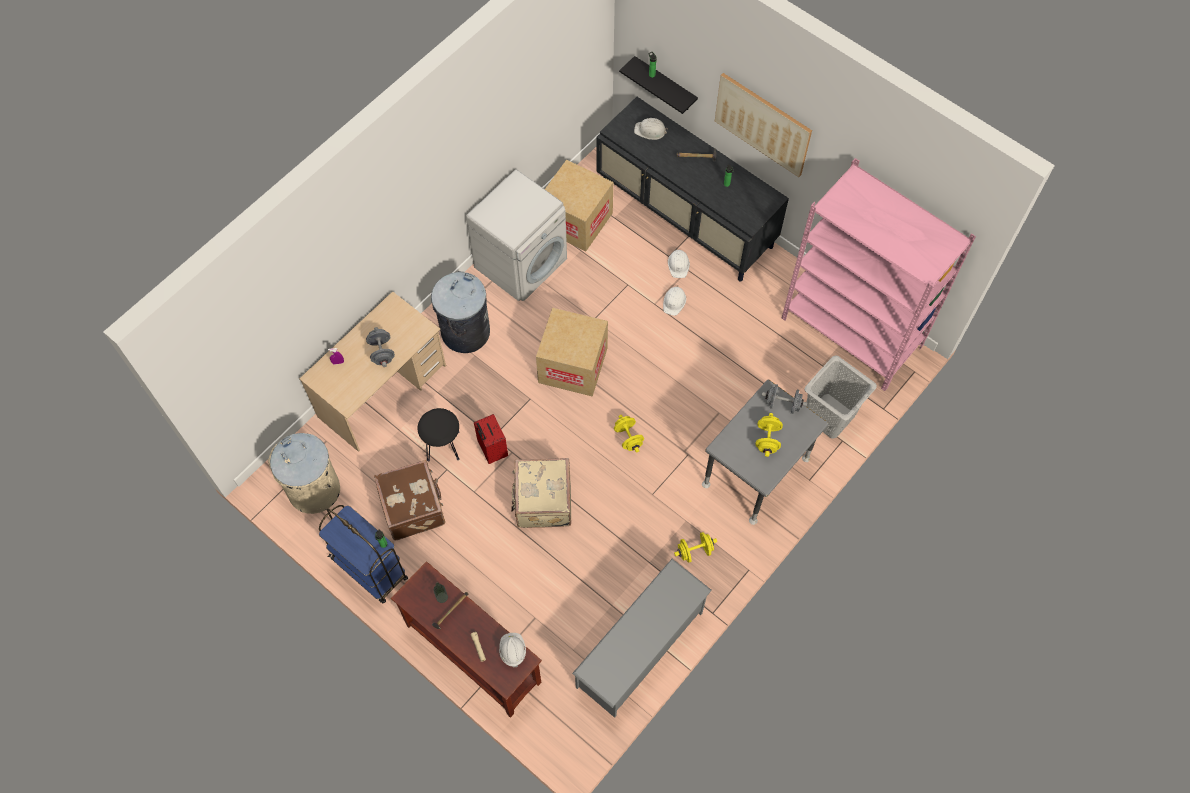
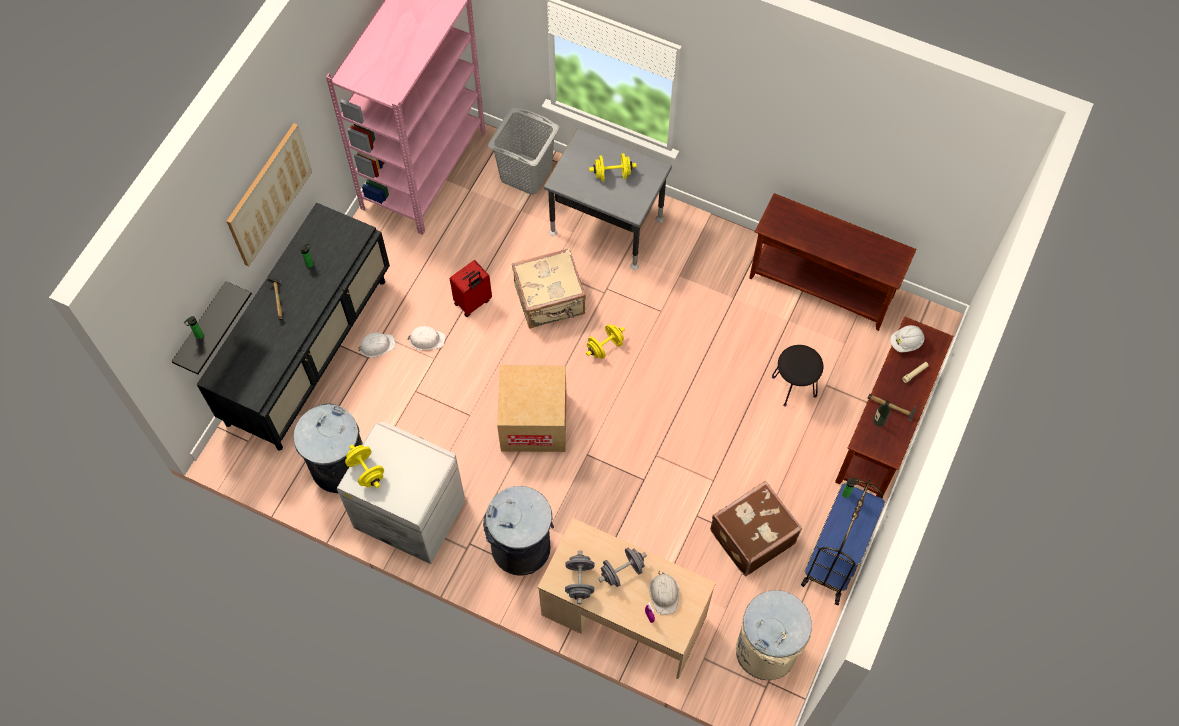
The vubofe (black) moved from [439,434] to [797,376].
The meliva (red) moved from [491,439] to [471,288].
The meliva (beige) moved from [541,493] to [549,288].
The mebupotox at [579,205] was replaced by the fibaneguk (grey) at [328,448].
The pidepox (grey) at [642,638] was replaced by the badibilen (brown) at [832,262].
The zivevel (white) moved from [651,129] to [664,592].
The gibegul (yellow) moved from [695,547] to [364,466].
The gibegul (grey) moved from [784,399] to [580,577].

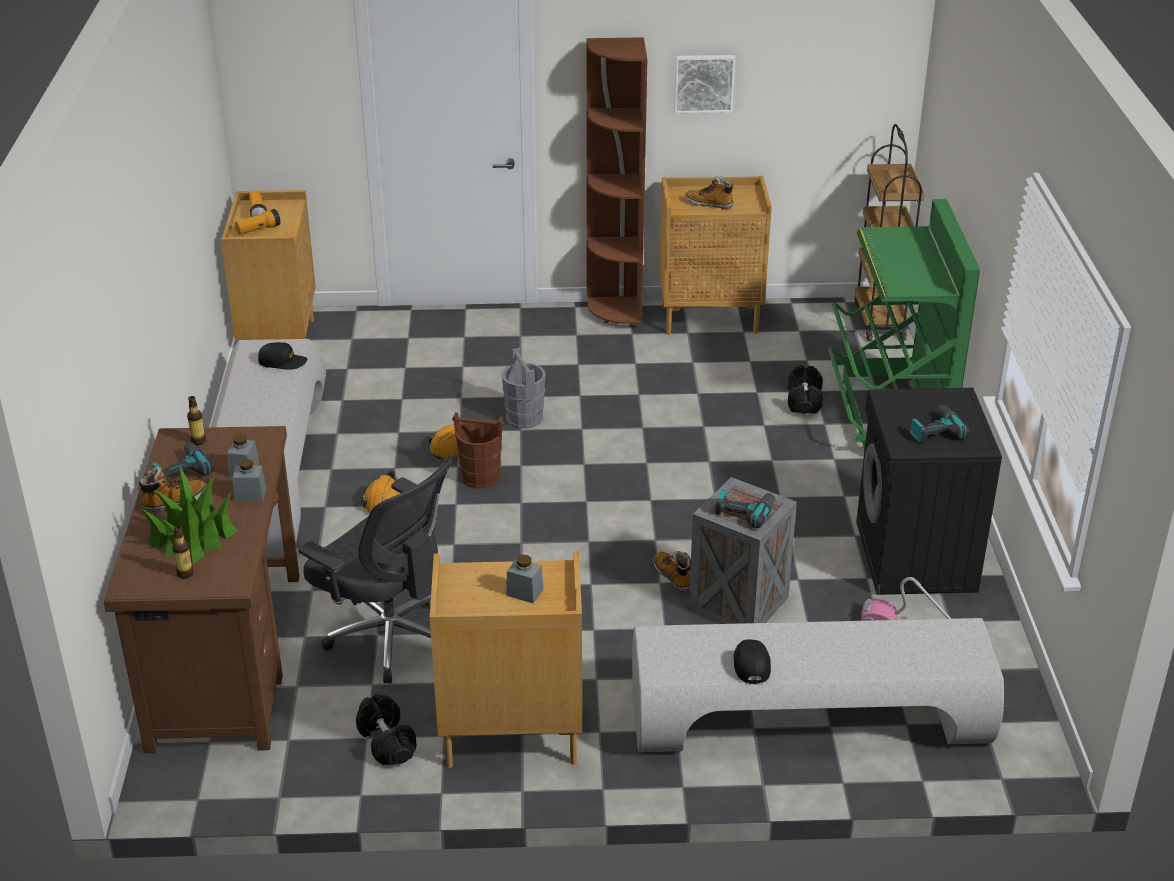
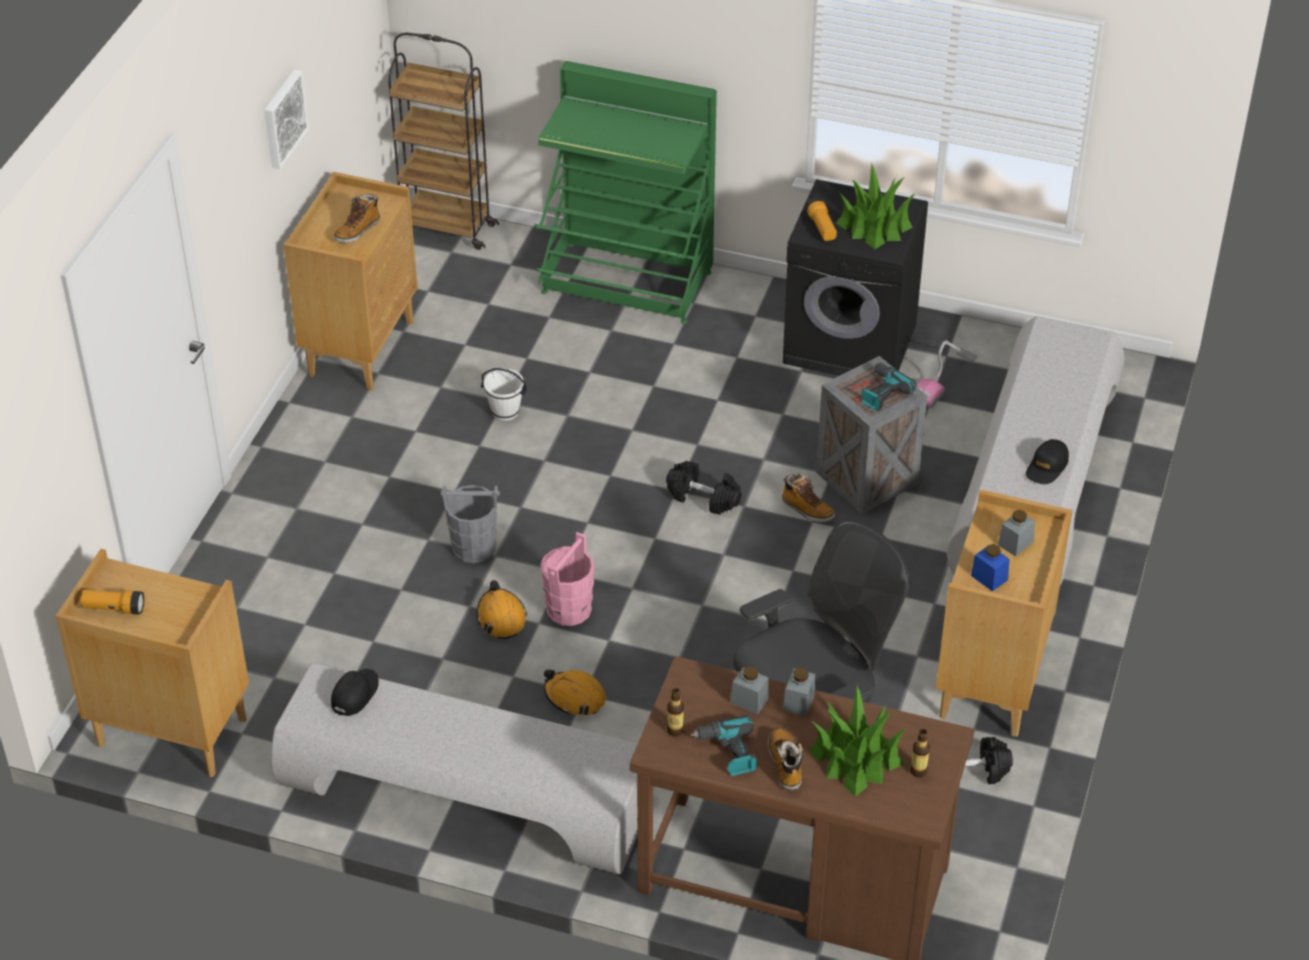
The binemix moved from [258,221] to [821,219].
The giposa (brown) at [478,450] became the giposa (pink) at [567,579].
The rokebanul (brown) at [617,182] disappeared.
The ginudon at [672,571] turned 135 degrees counterclockwise.
The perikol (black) at [752,661] turned 75 degrees counterclockwise.
The gibegul (black) moved from [805,389] to [704,488].
The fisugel at [939,424] was replaced by the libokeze at [875,205].
The giposa (white) at [504,394] appeared.
The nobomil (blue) at [990,567] appeared.

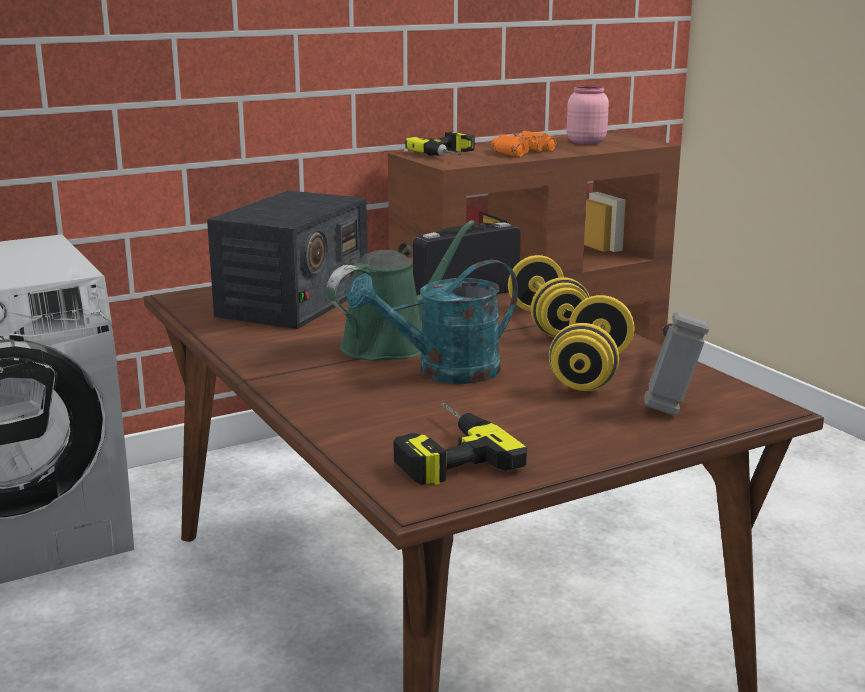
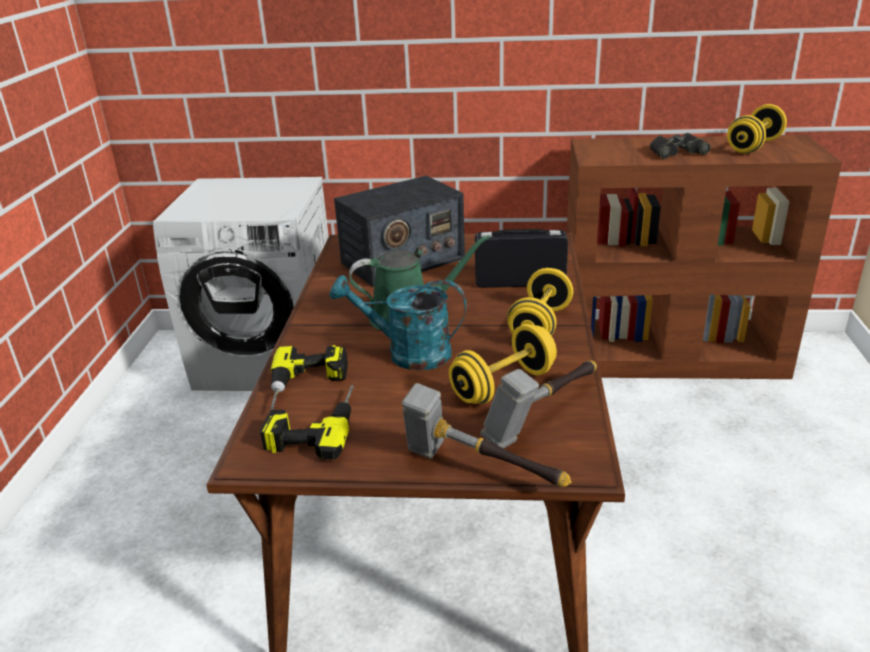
The fisugel moved from [440,144] to [309,377].
The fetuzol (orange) at [523,144] became the fetuzol (black) at [680,146].
The nobomil (pink) at [588,115] was replaced by the gibegul (yellow) at [757,129].
The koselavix at [486,435] appeared.

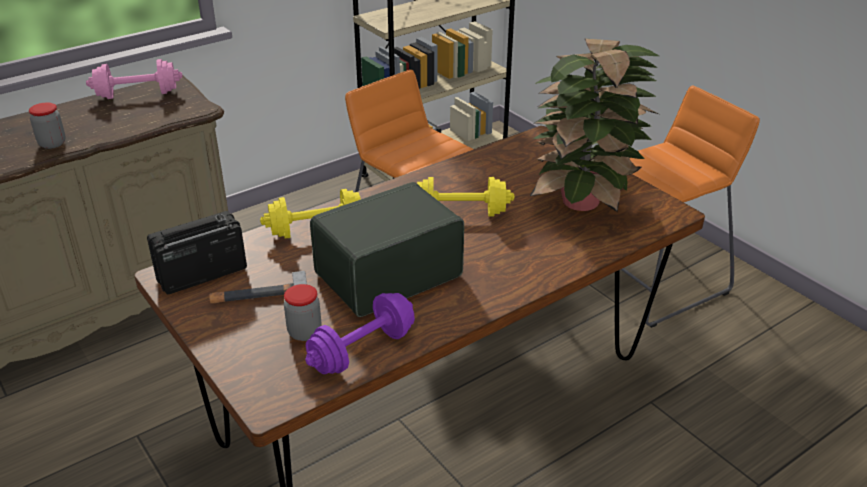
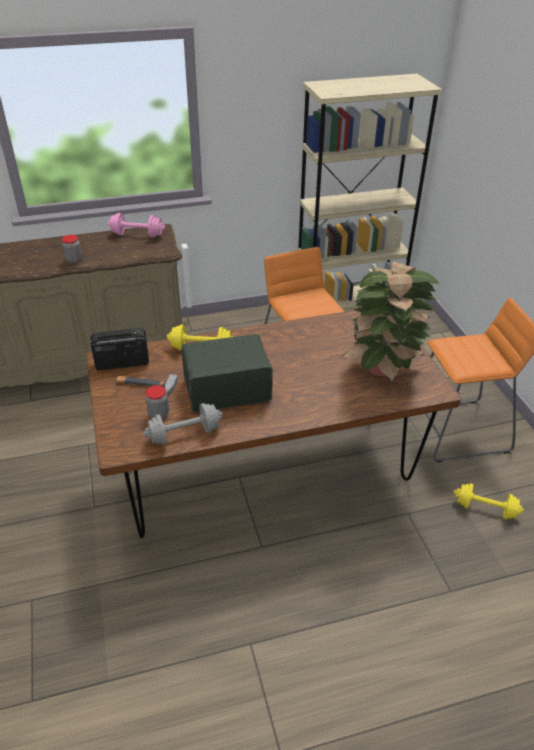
The gibegul (purple) at [360,333] became the gibegul (grey) at [183,424].
The gibegul (yellow) moved from [466,197] to [489,501].

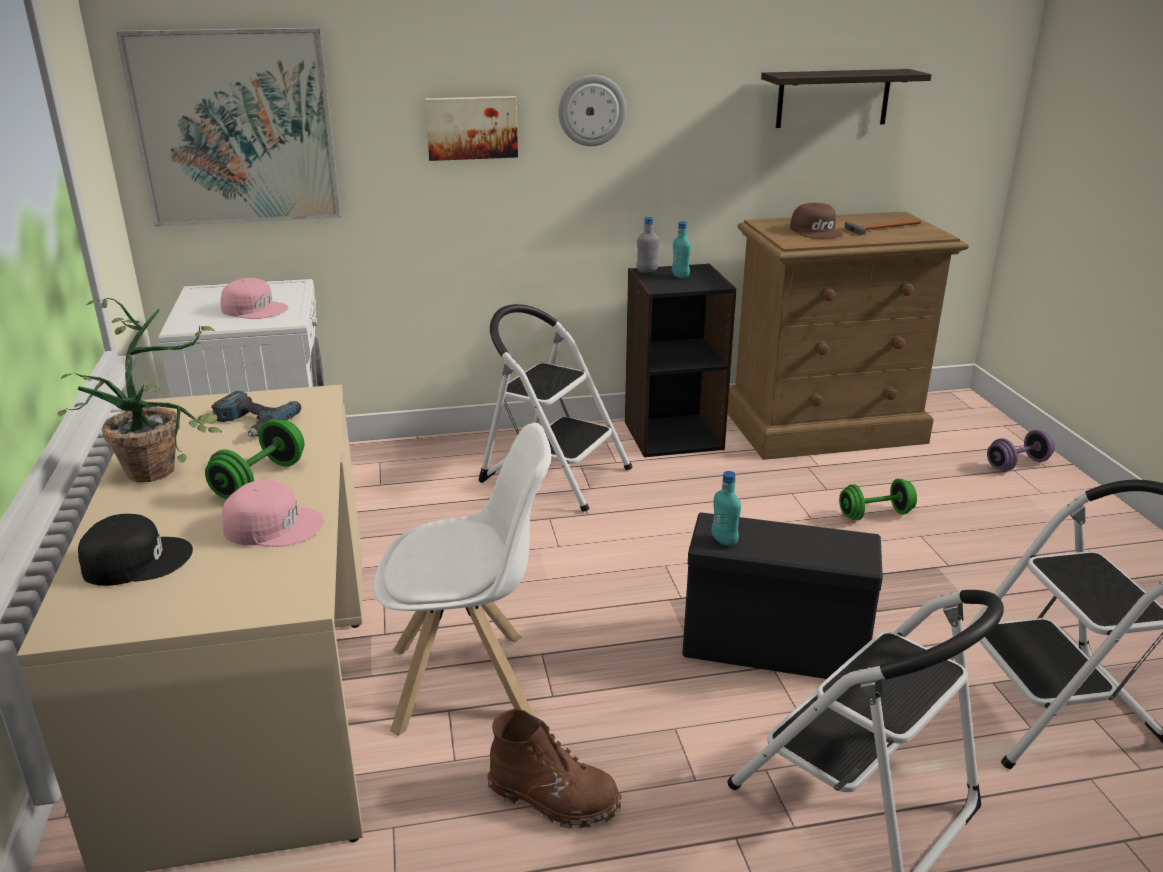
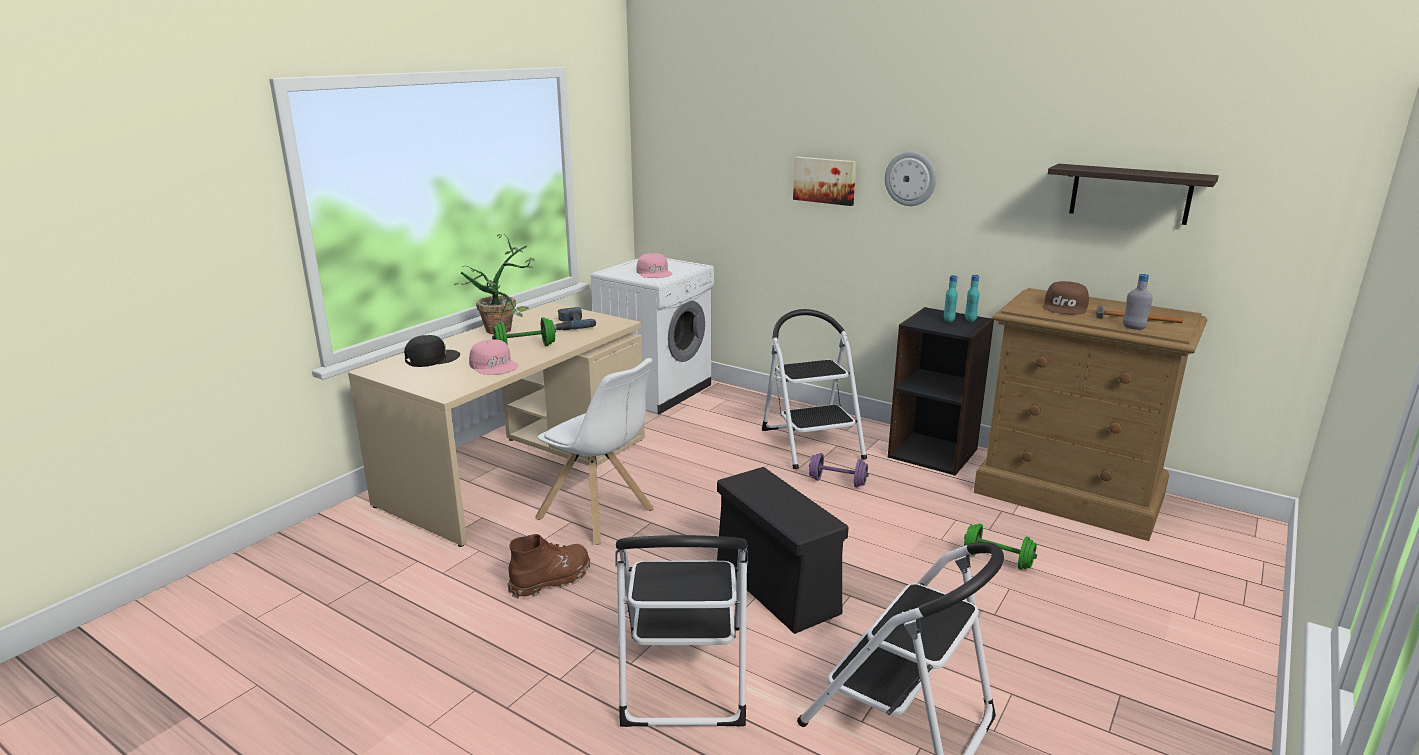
The perikol (black) at [135,550] turned 60 degrees counterclockwise.
The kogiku at [228,127] disappeared.
The ginudon (brown) at [554,769] turned 105 degrees counterclockwise.
The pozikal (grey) moved from [647,245] to [1138,302].
The pozikal (turquoise) moved from [726,508] to [972,298].
The gibegul (purple) moved from [1021,450] to [839,470].

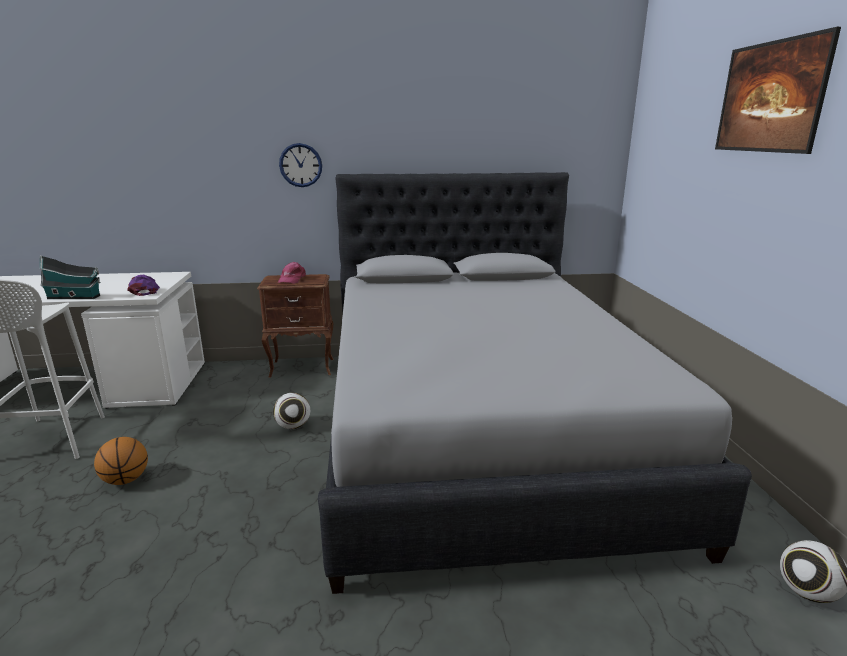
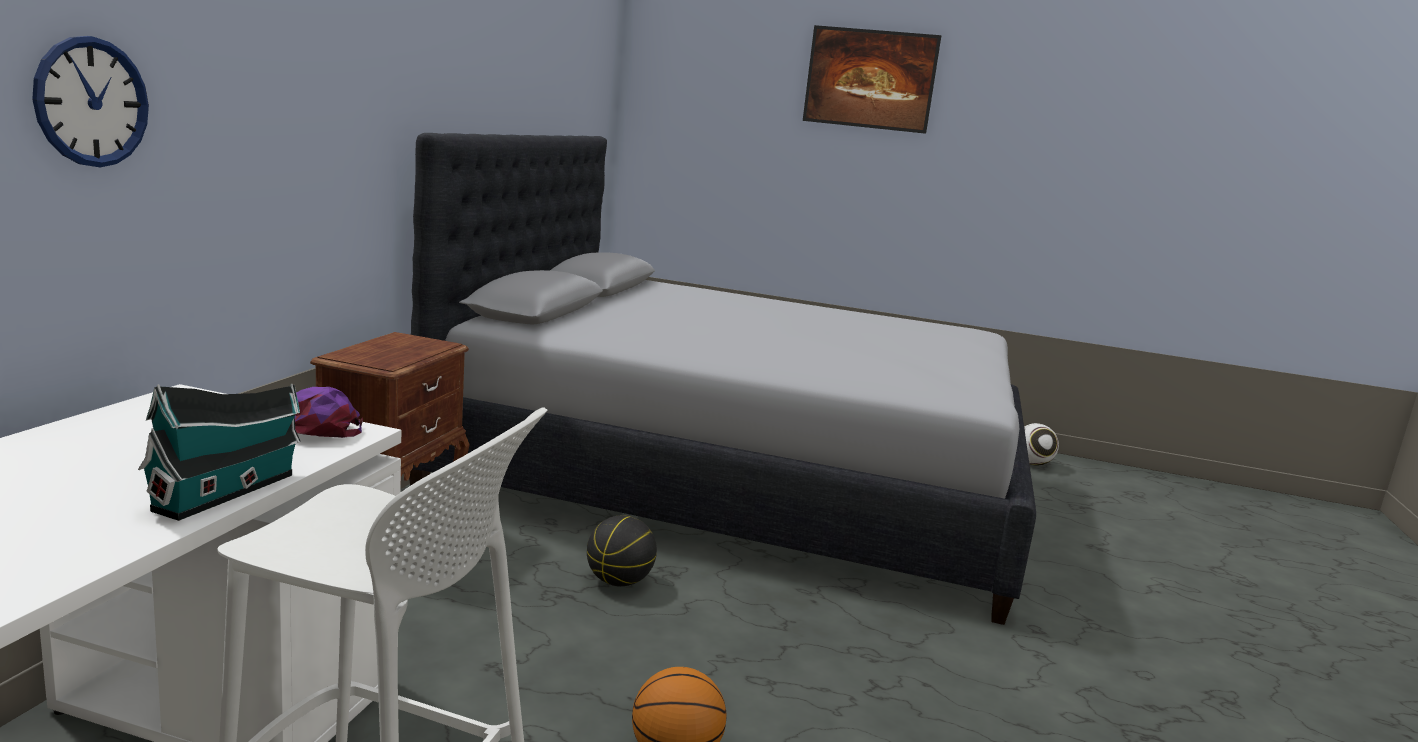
The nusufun at [291,411] was replaced by the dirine at [622,550].
The perikol (pink) at [292,273] disappeared.
The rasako moved from [300,165] to [90,102].

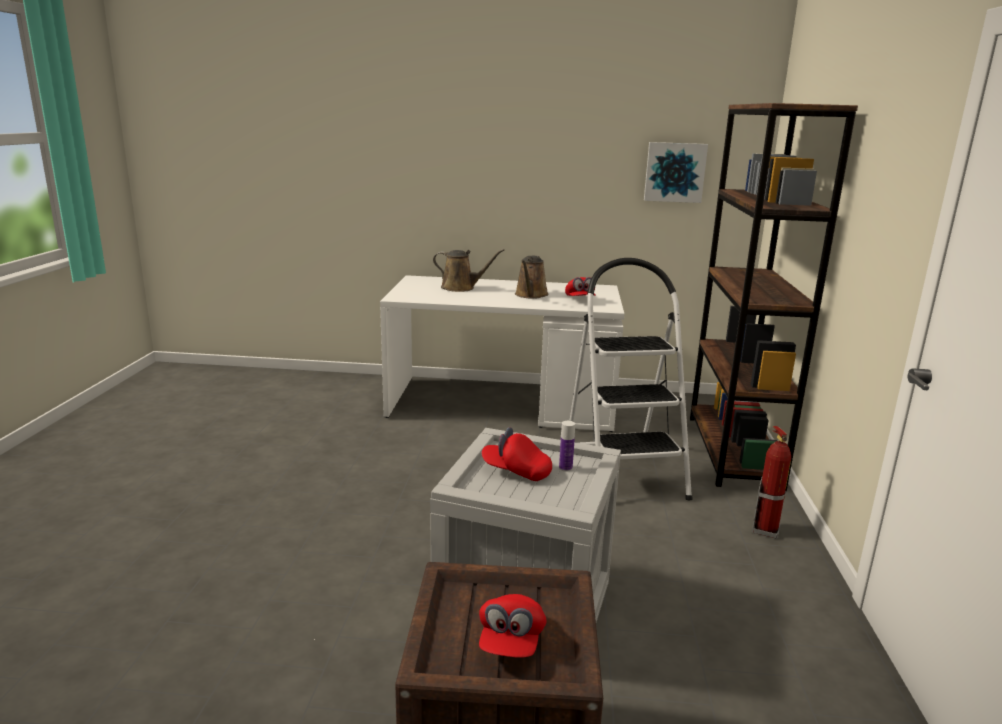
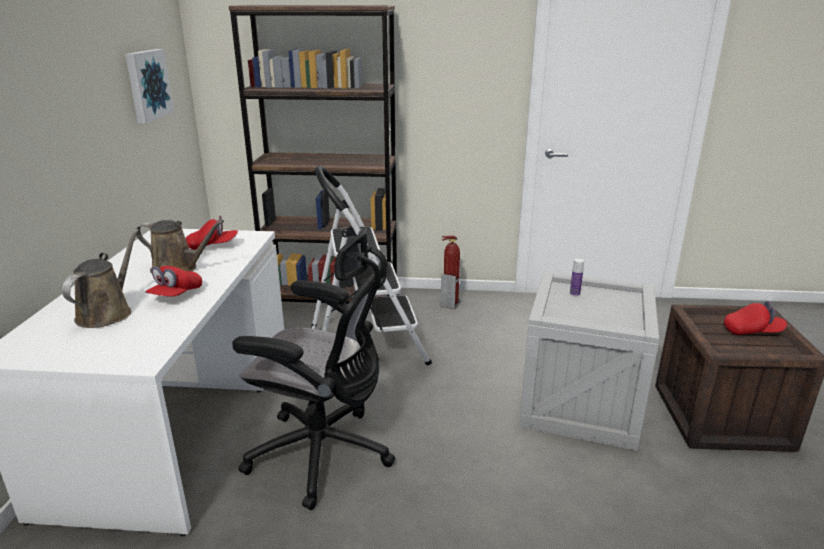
The perikol (red) moved from [517,454] to [173,281].
The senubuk at [313,368] appeared.

